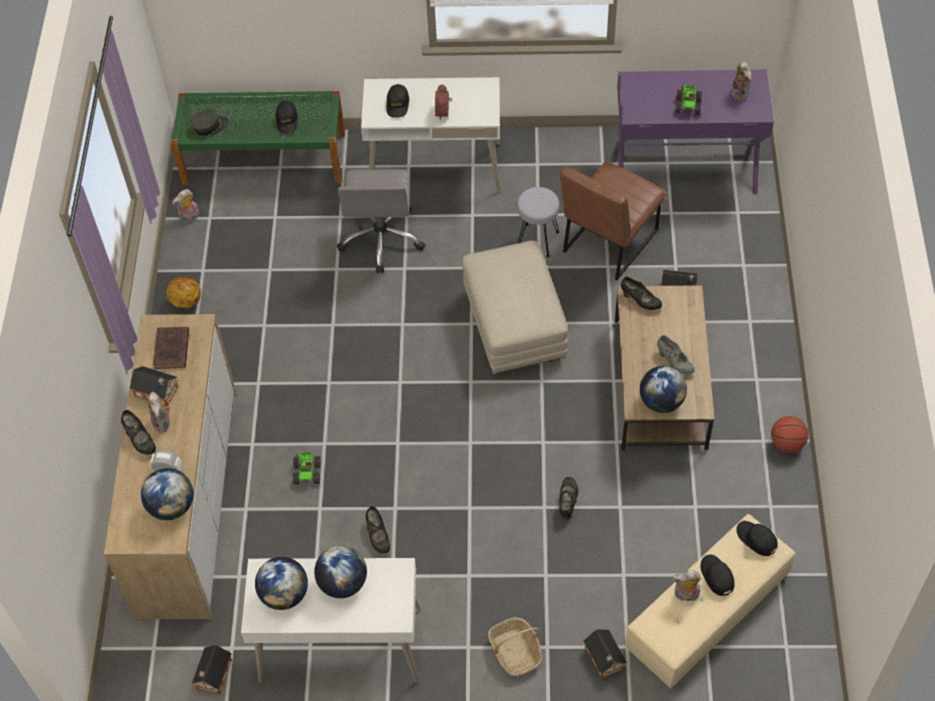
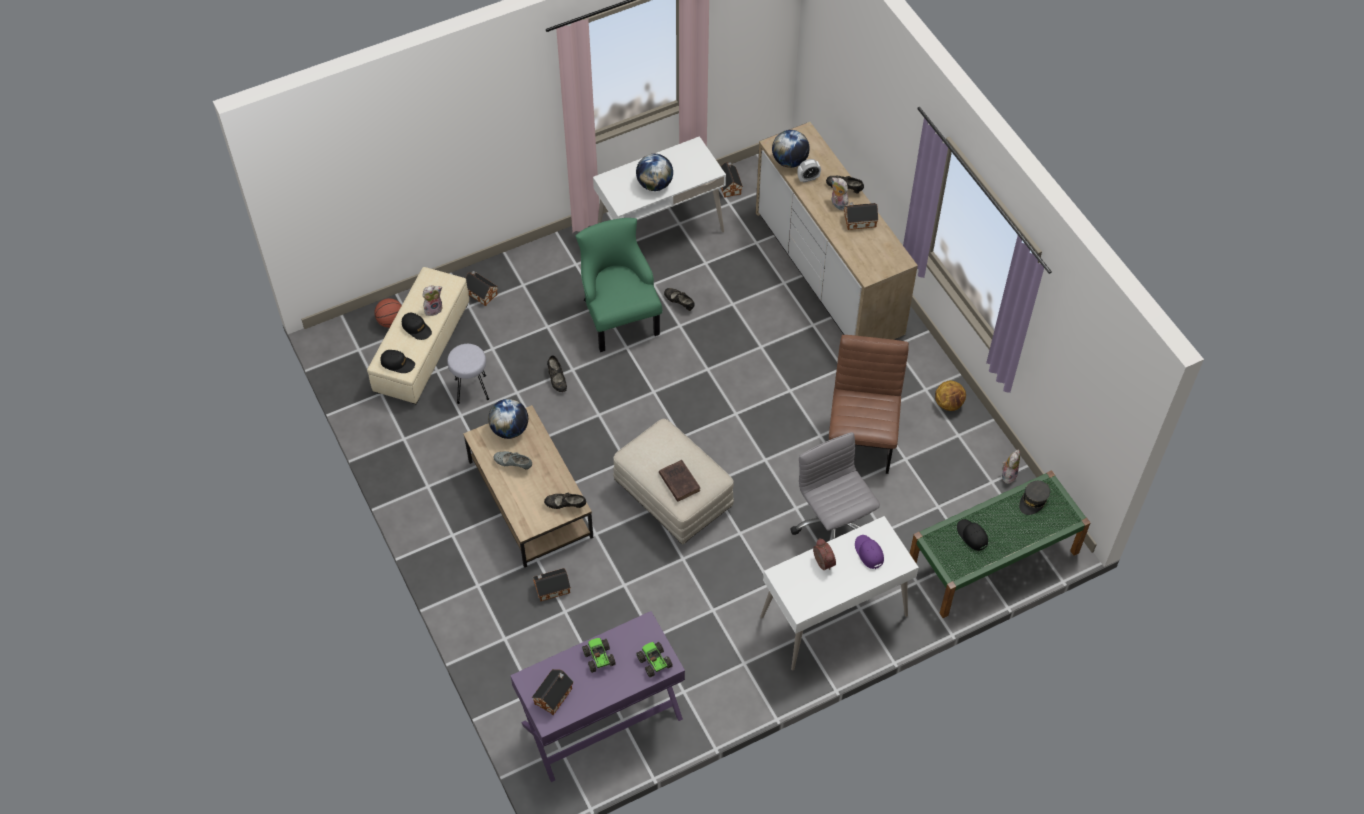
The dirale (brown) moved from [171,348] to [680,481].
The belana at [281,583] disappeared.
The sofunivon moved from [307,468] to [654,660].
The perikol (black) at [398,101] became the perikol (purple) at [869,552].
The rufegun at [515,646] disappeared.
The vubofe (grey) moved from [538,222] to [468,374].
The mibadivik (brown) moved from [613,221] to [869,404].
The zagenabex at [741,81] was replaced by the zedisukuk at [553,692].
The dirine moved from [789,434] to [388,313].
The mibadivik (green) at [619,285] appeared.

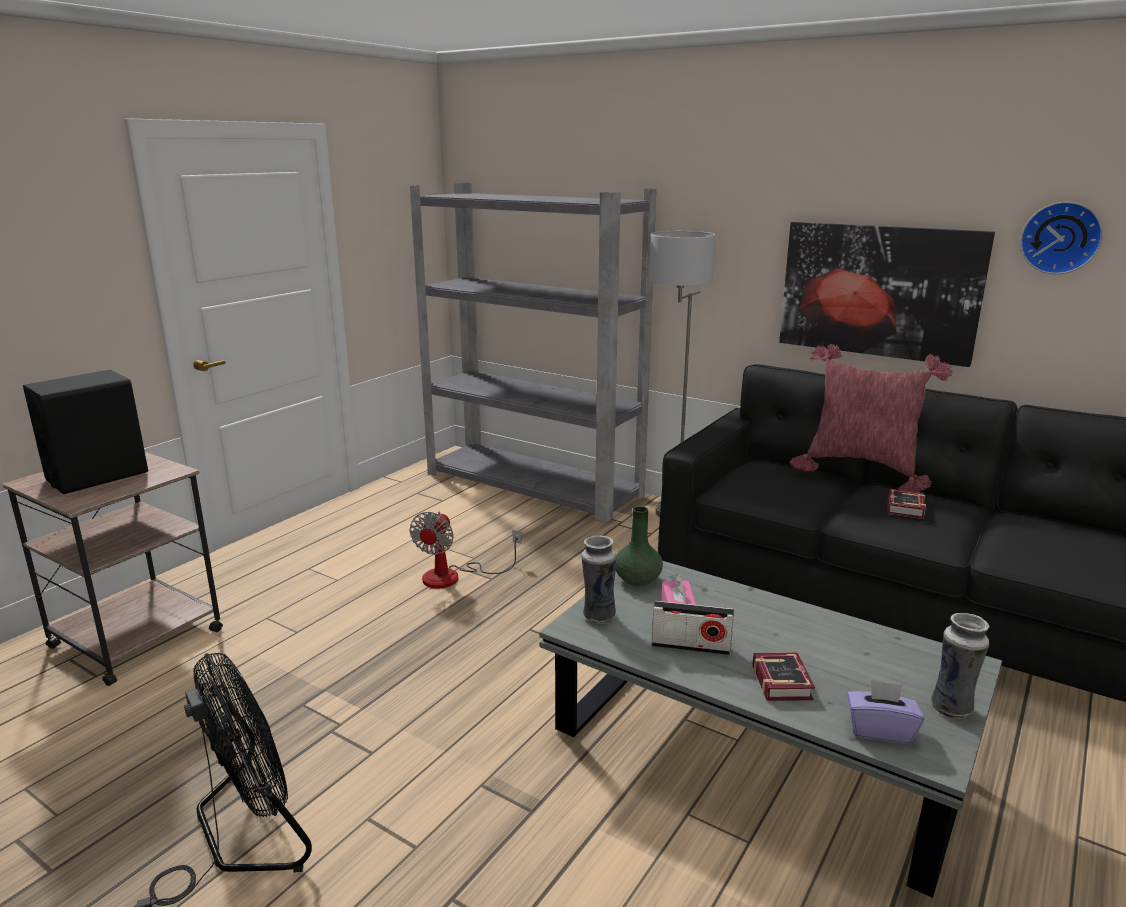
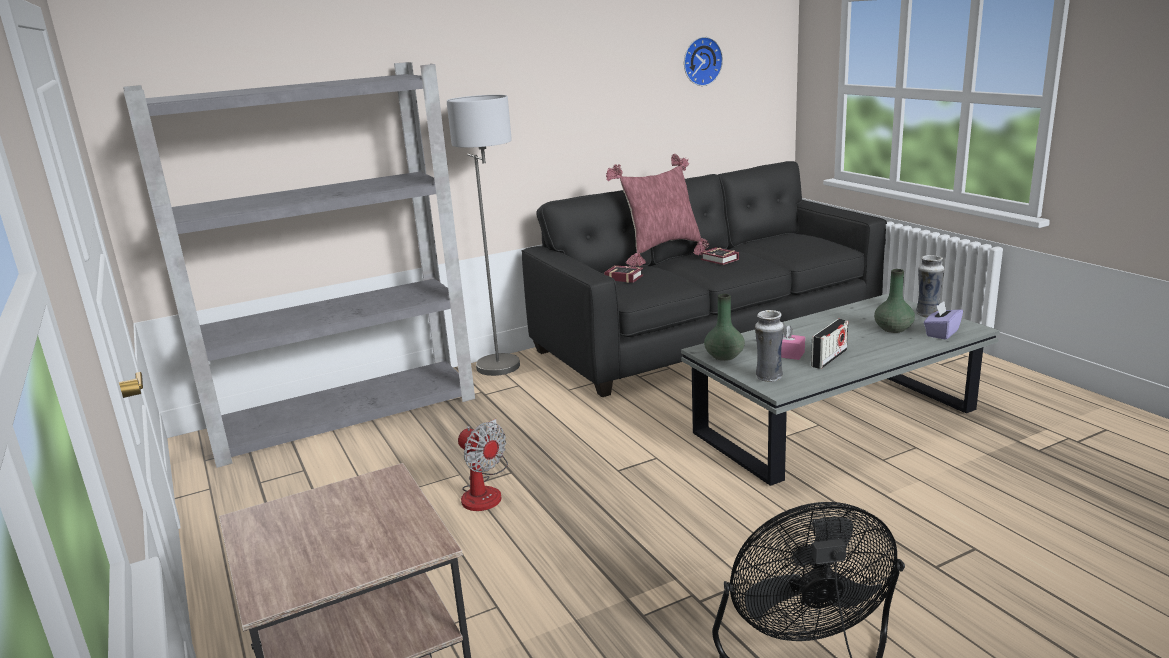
The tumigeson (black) at [85,432] disappeared.
The dirale moved from [784,676] to [623,274].
The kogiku at [887,294] disappeared.
The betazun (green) at [894,301] appeared.

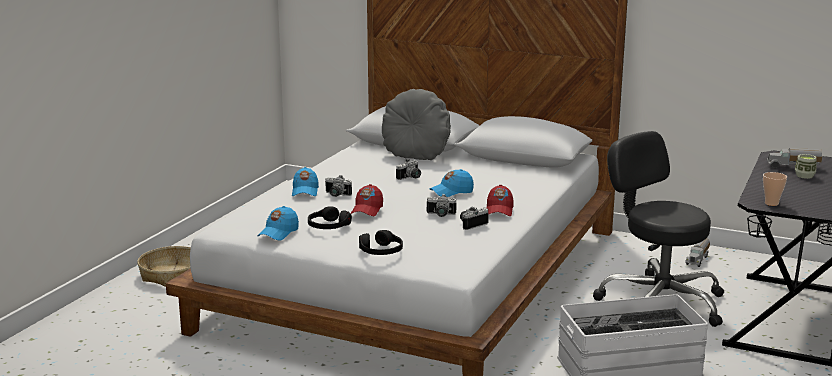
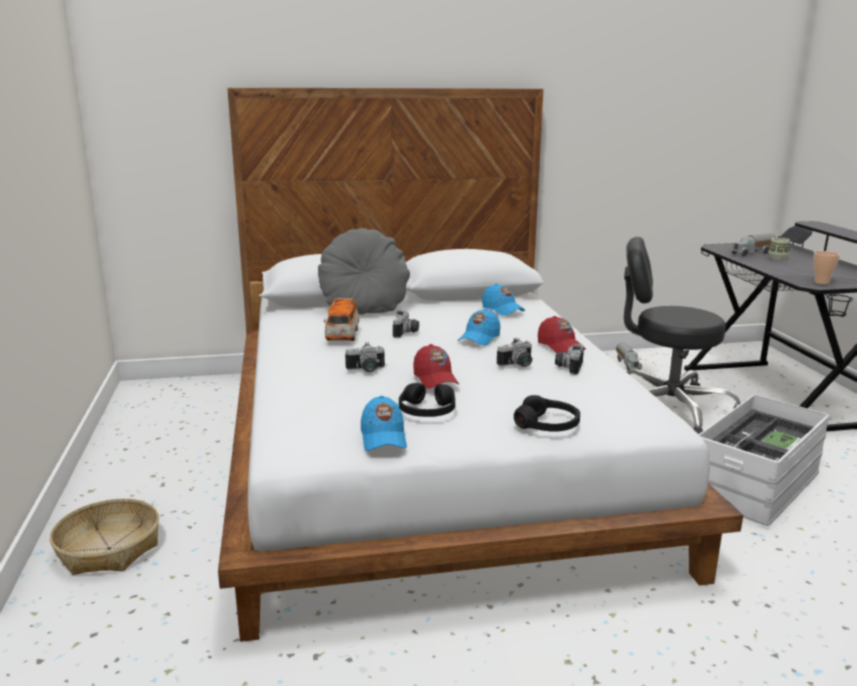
The perikol (blue) moved from [305,181] to [503,300].
The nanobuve at [341,319] appeared.

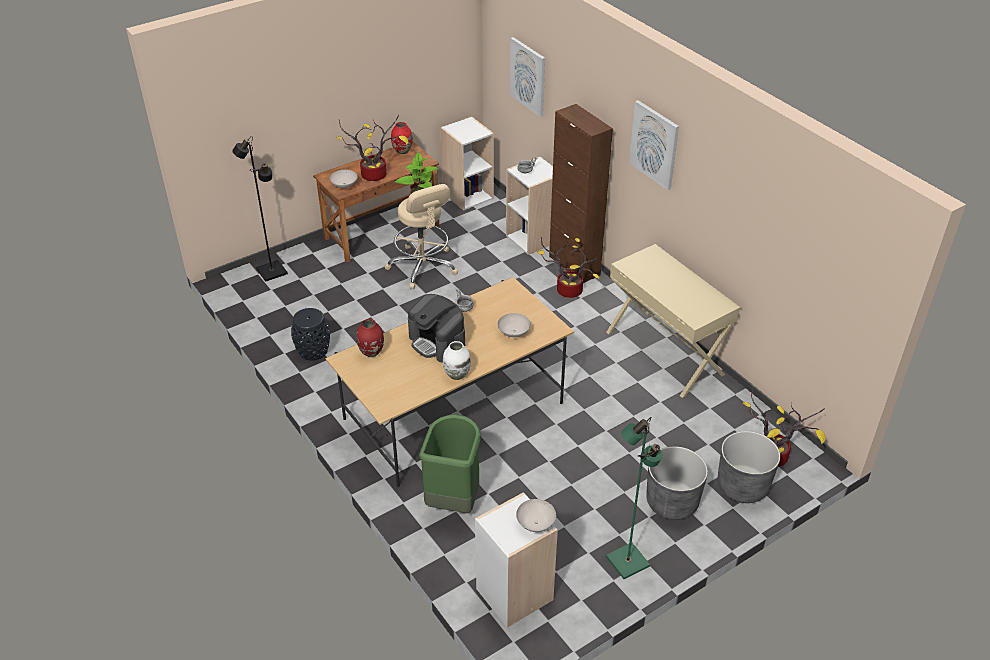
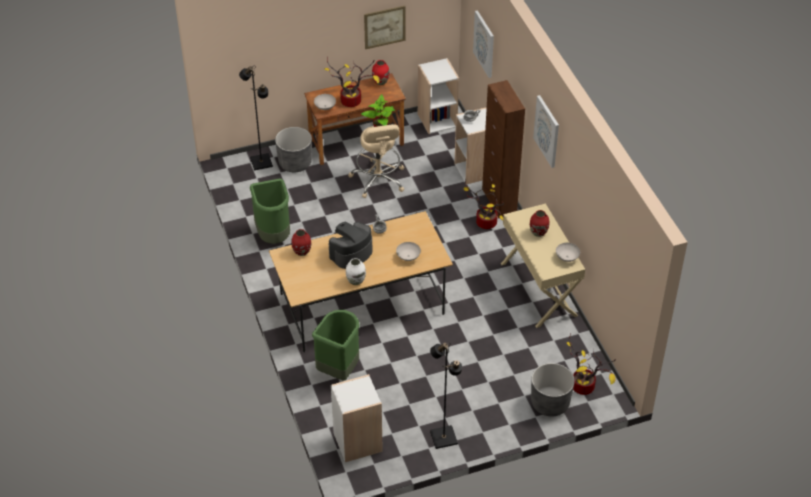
The vubofe (black) at [310,334] was replaced by the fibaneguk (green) at [270,211].
The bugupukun at [436,328] turned 75 degrees clockwise.
The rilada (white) moved from [536,515] to [568,252].
The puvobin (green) at [634,498] became the puvobin (black) at [446,395].
The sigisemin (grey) moved from [677,483] to [293,149].
The kogiku at [385,27] appeared.
The betazun (red) at [539,223] appeared.

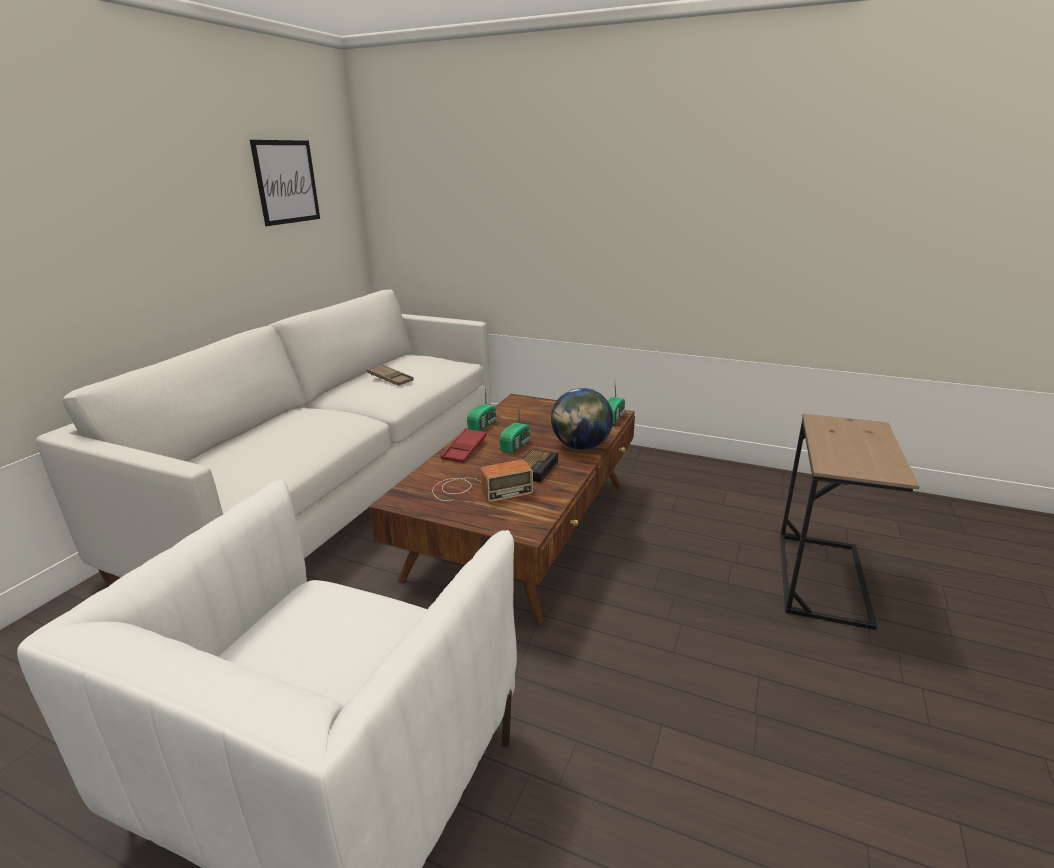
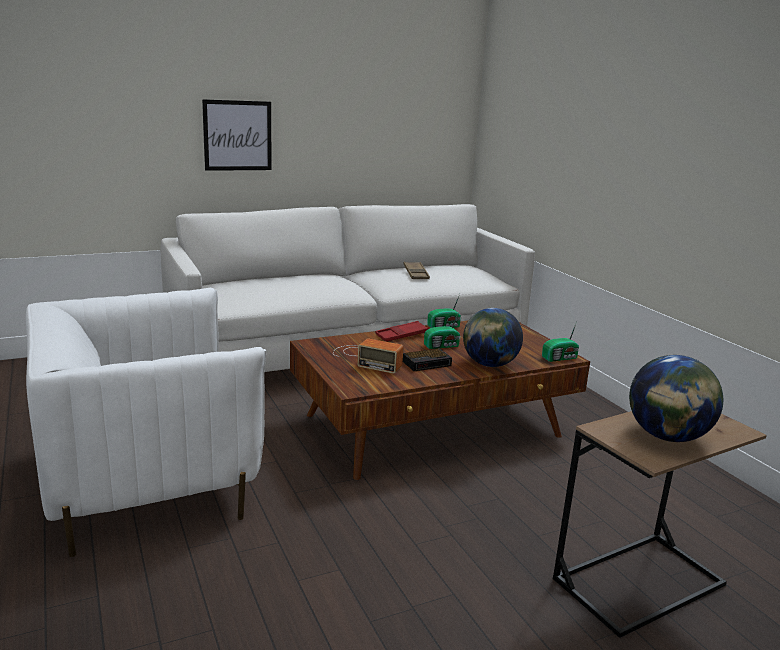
The kogiku moved from [285,183] to [237,135].
The belana at [676,398] appeared.

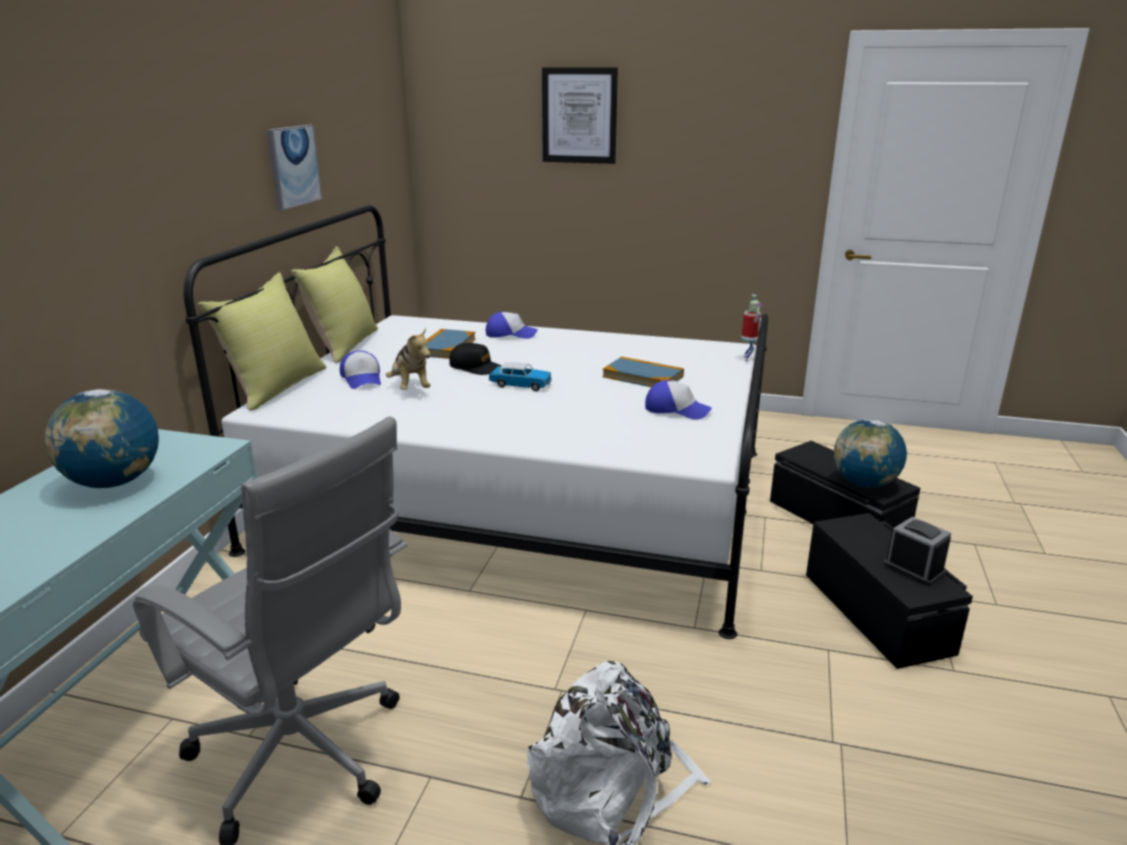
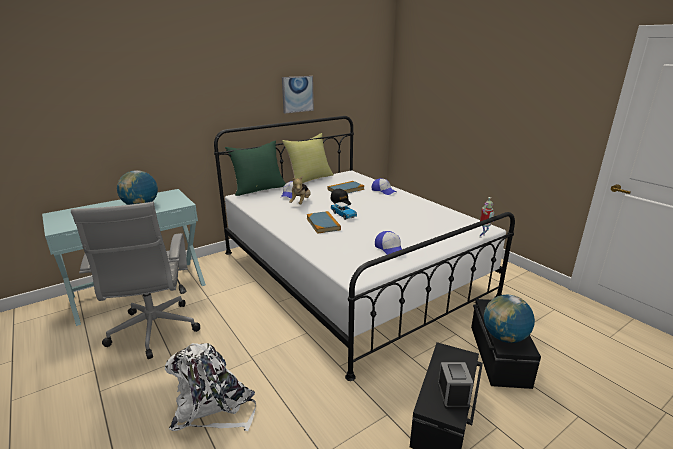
The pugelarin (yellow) at [262,341] became the pugelarin (green) at [255,168].
The kogiku at [580,115] disappeared.
The dirale moved from [643,372] to [323,222].

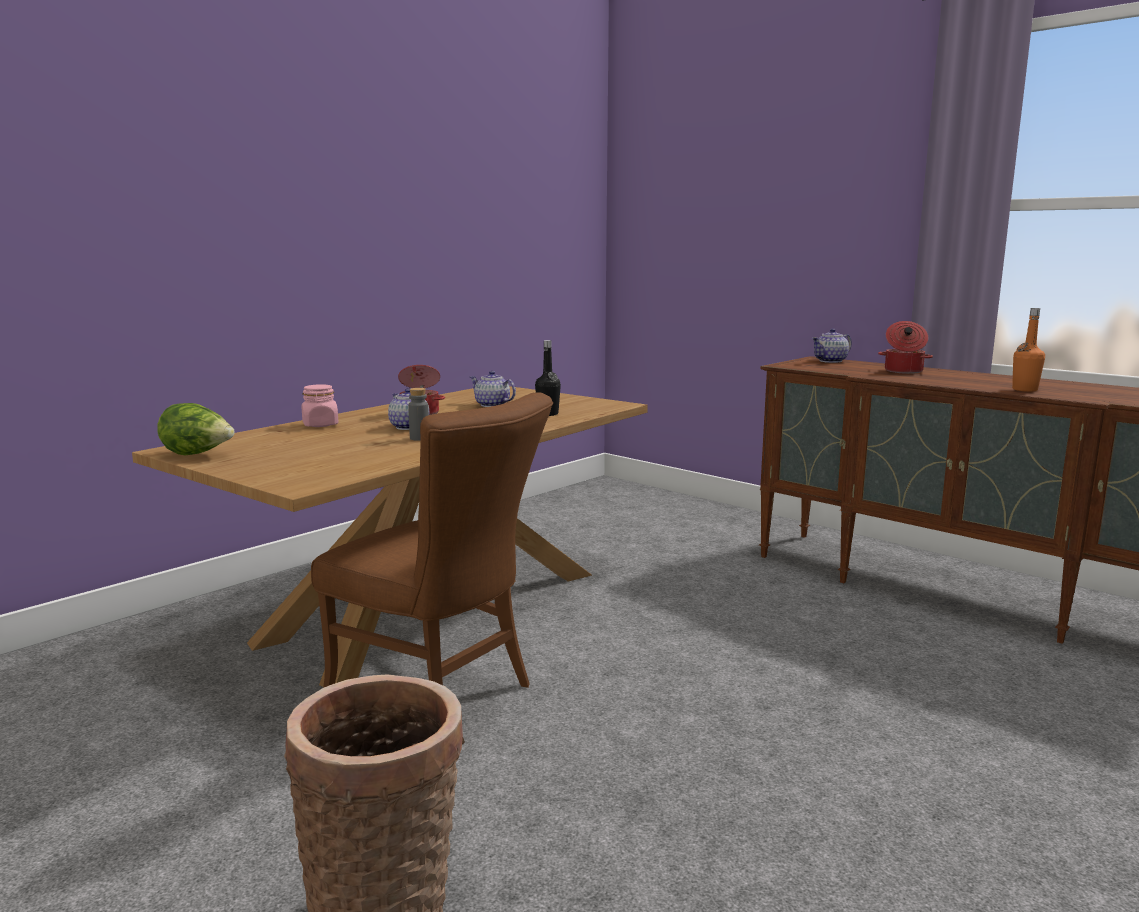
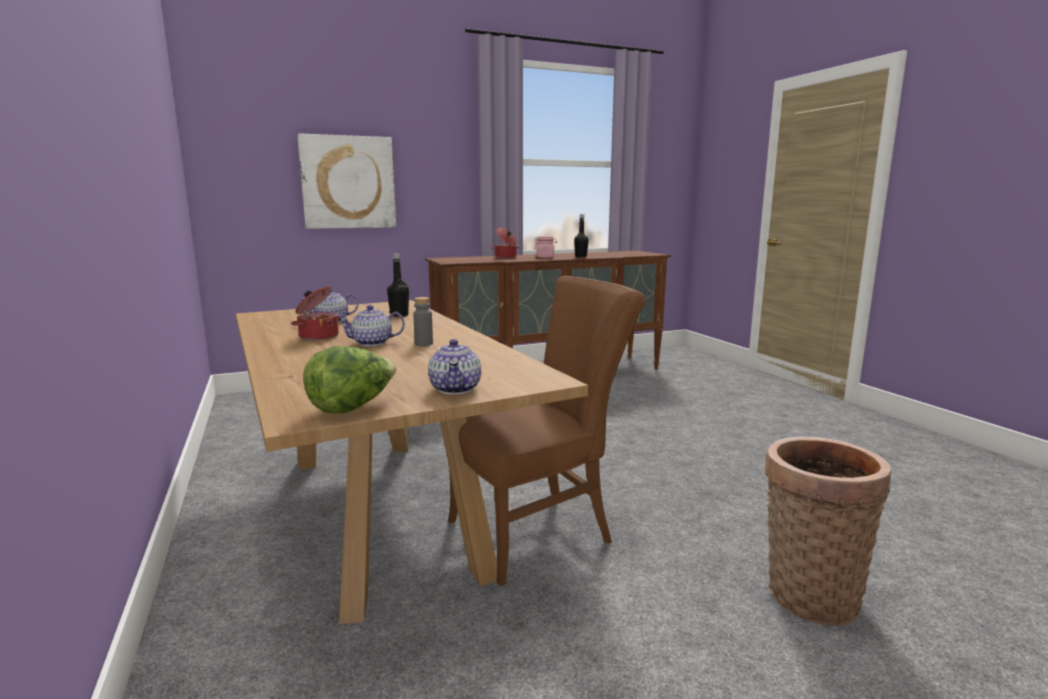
The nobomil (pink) moved from [320,405] to [545,247].
The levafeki moved from [832,345] to [454,367].
The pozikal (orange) at [1028,350] became the pozikal (black) at [581,235].
The kogiku at [346,181] appeared.

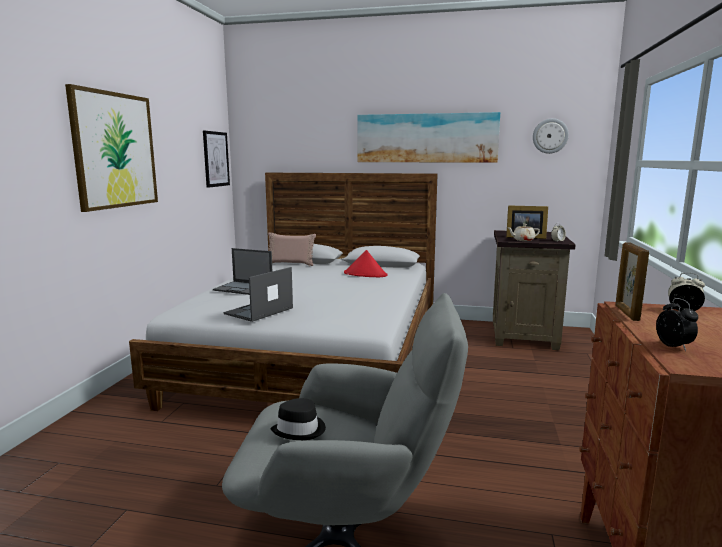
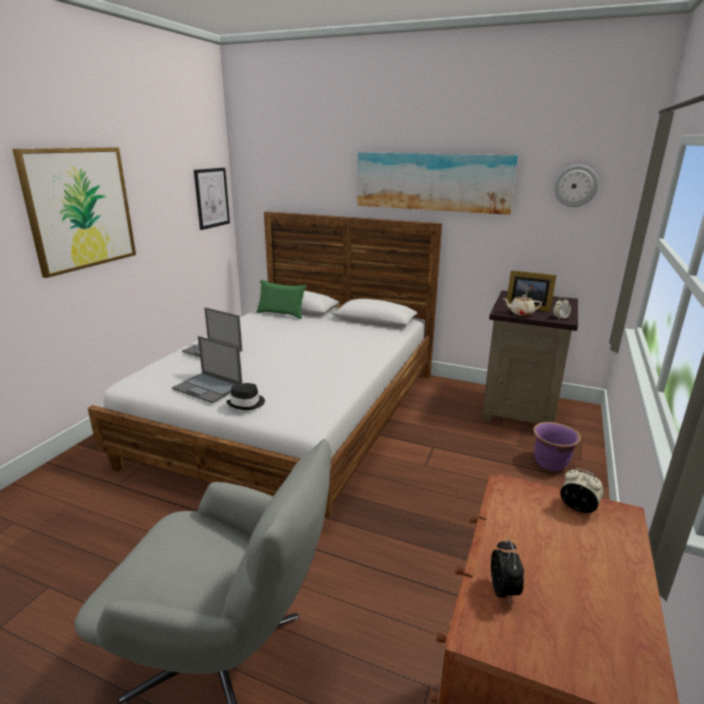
The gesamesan at [258,294] turned 105 degrees counterclockwise.
The pugelarin (beige) at [292,249] became the pugelarin (green) at [281,299].
The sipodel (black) moved from [298,419] to [245,396].
The sipodel (red) at [366,263] disappeared.
The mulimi at [632,281] disappeared.
The sigisemin (purple) at [557,446] appeared.

